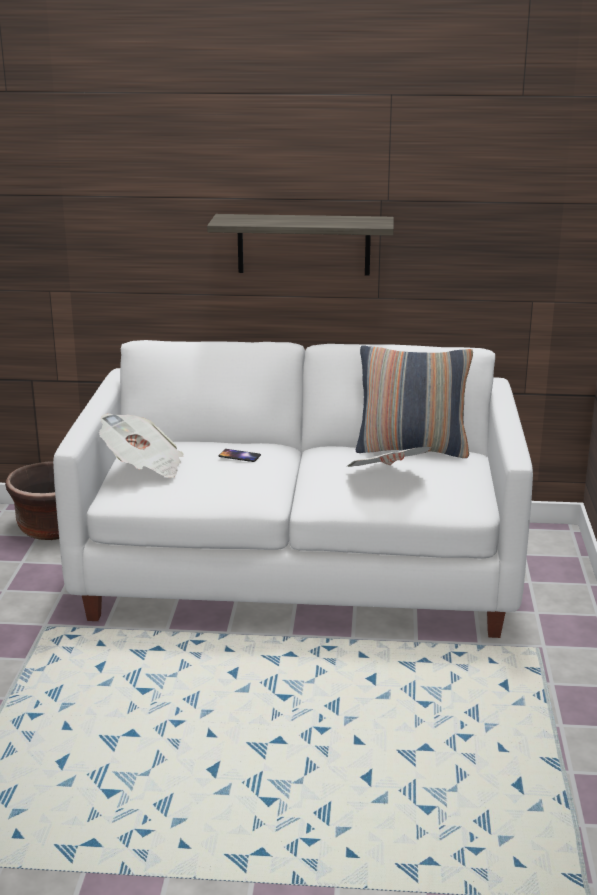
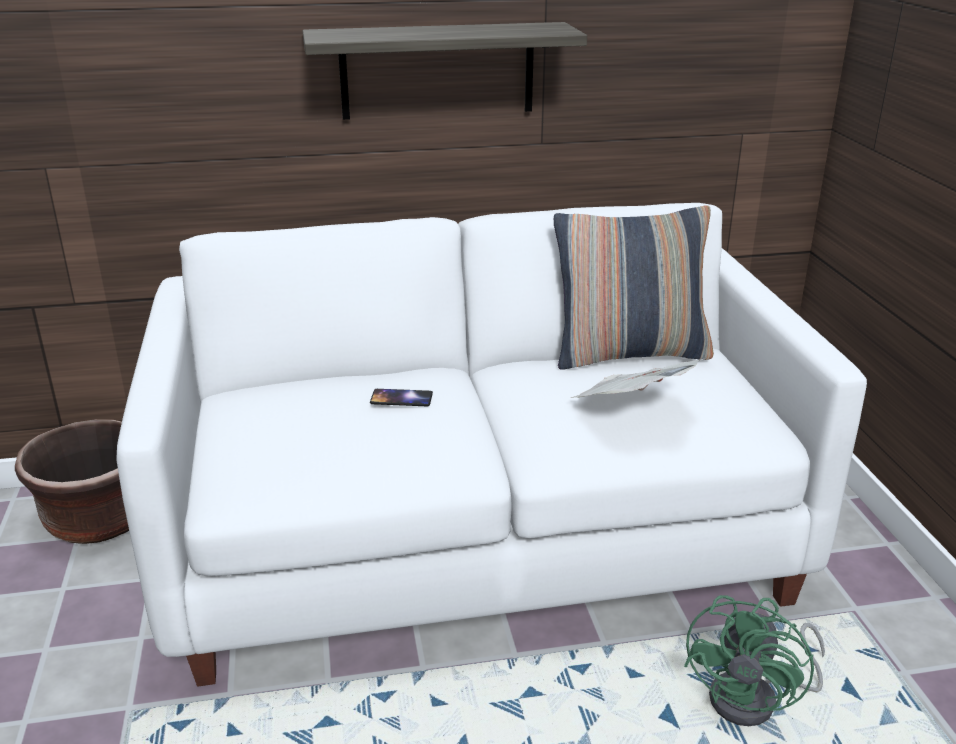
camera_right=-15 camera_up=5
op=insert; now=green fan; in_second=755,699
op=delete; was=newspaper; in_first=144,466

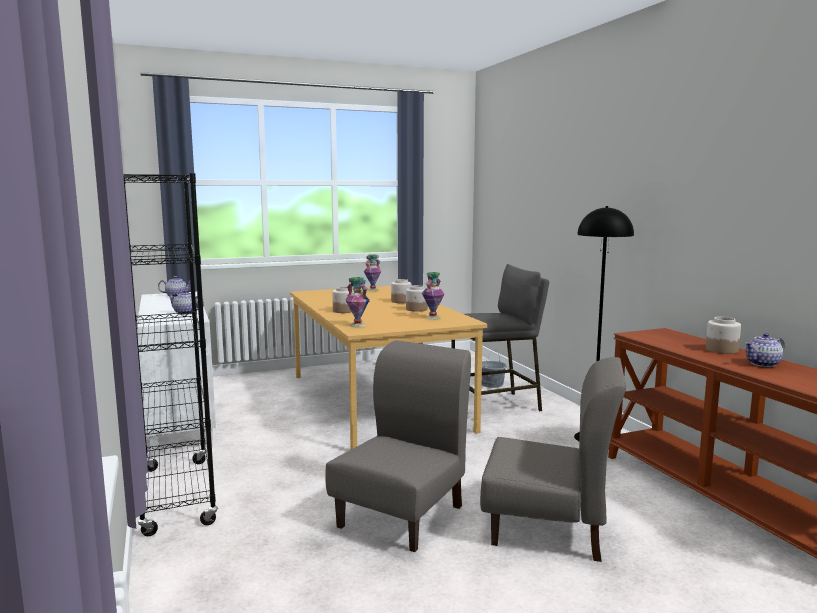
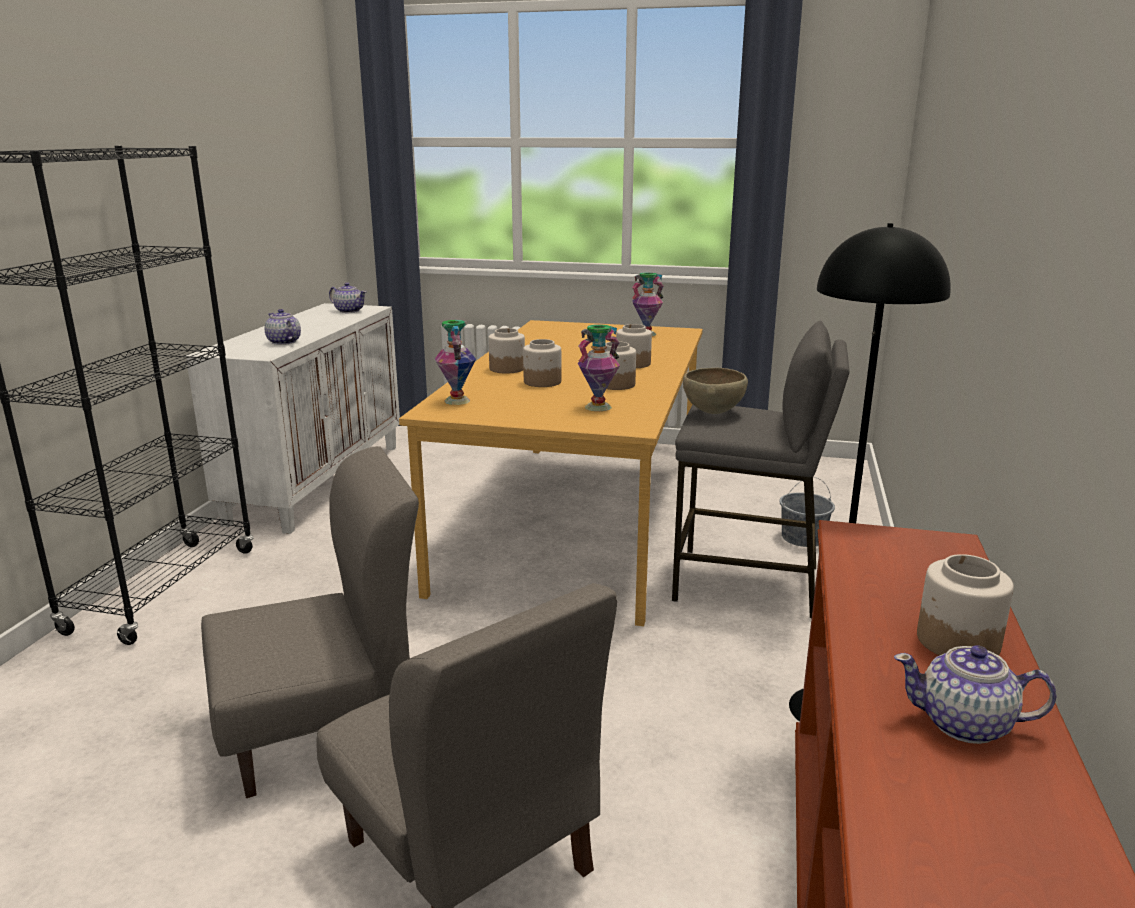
camera_right=35 camera_up=10
op=insert; now=jar; in_second=542,382
op=insert; now=brown bowl; in_second=713,412

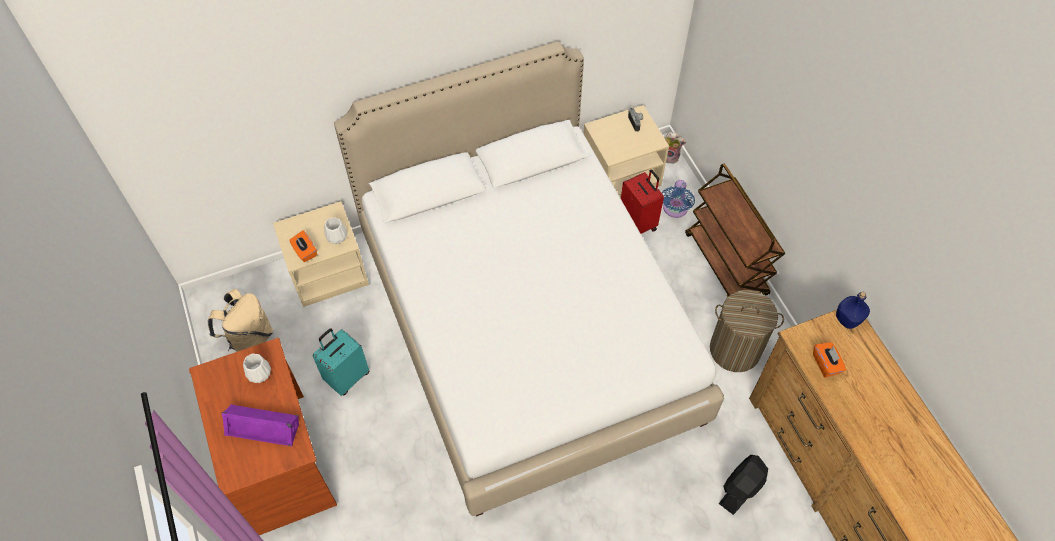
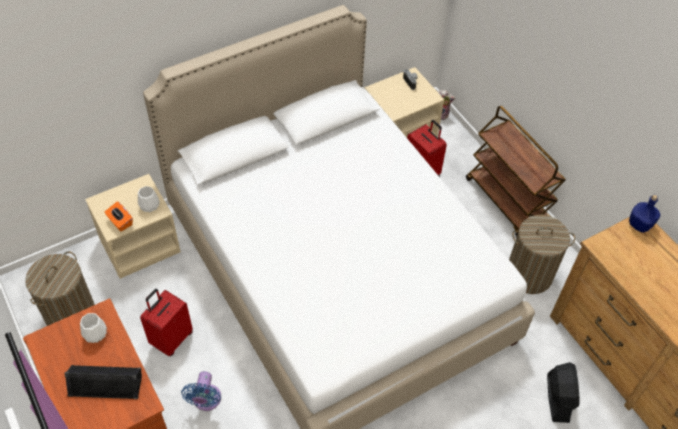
camera_right=-10 camera_up=-5
op=replace; was=beige backpack; now=laundry basket; in_first=250,340; in_second=71,314
op=recolor; was=purple speaker; now=black speaker; in_first=263,426; in_second=106,383
op=recolor; was=turquoise suitcase; now=red suitcase; in_first=347,377; in_second=171,338
op=move; was=blue fan; in_first=674,210; in_second=206,401
op=rotate; was=black fan; in_first=740,489; in_second=558,398; clockwise=150
op=delete; was=orange tissue box; in_first=826,364

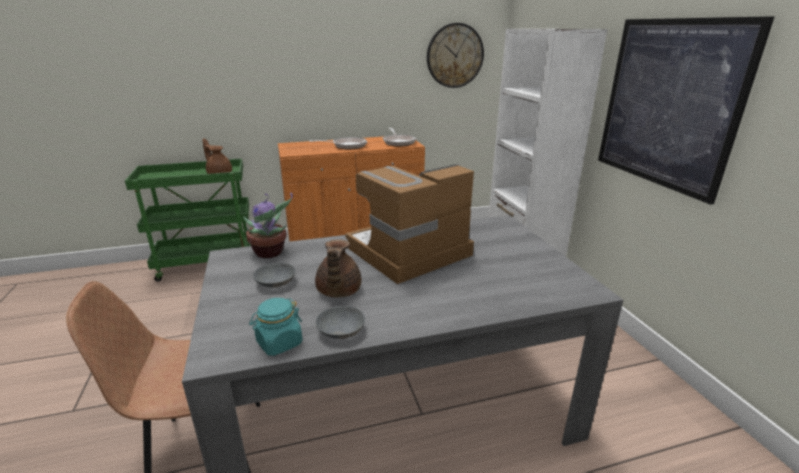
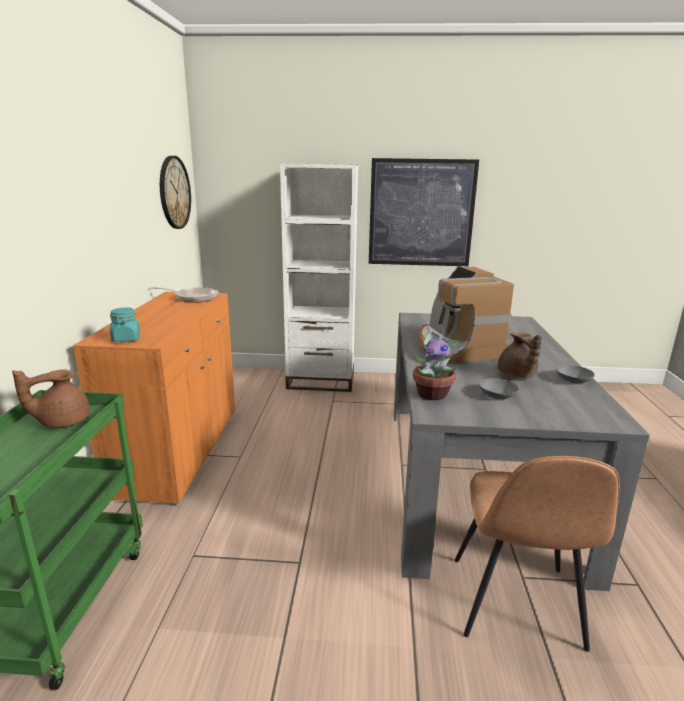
camera_right=-70 camera_up=-5
op=move; was=turquoise jar; in_first=279,343; in_second=126,339
op=rotate; was=brown teapot; in_first=338,291; in_second=516,375; clockwise=60
op=delete; was=frying pan; in_first=346,146

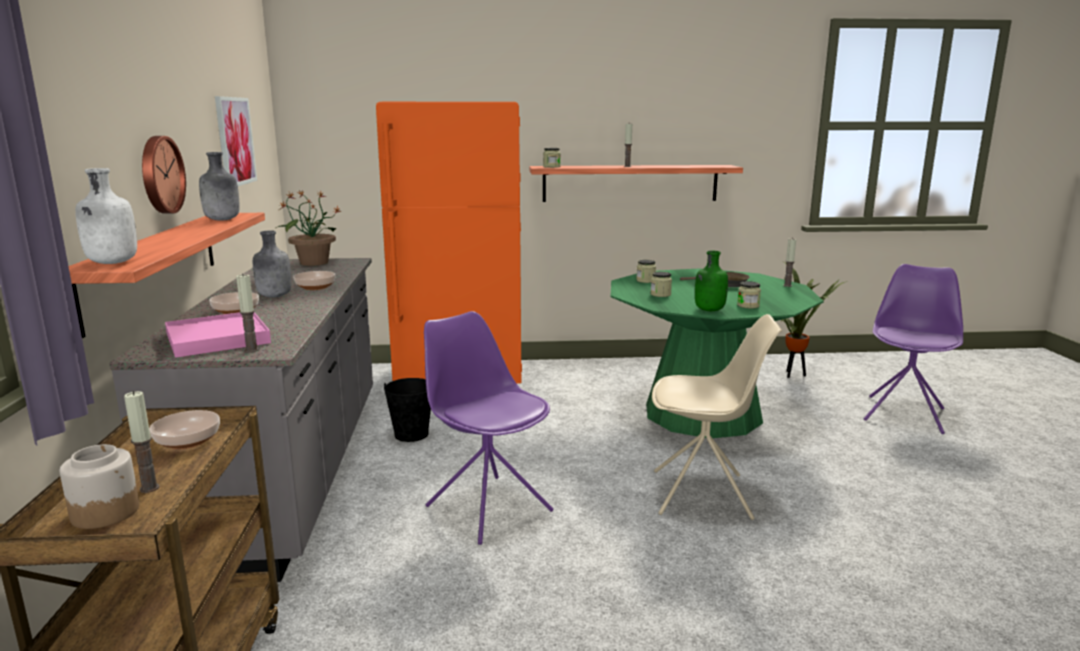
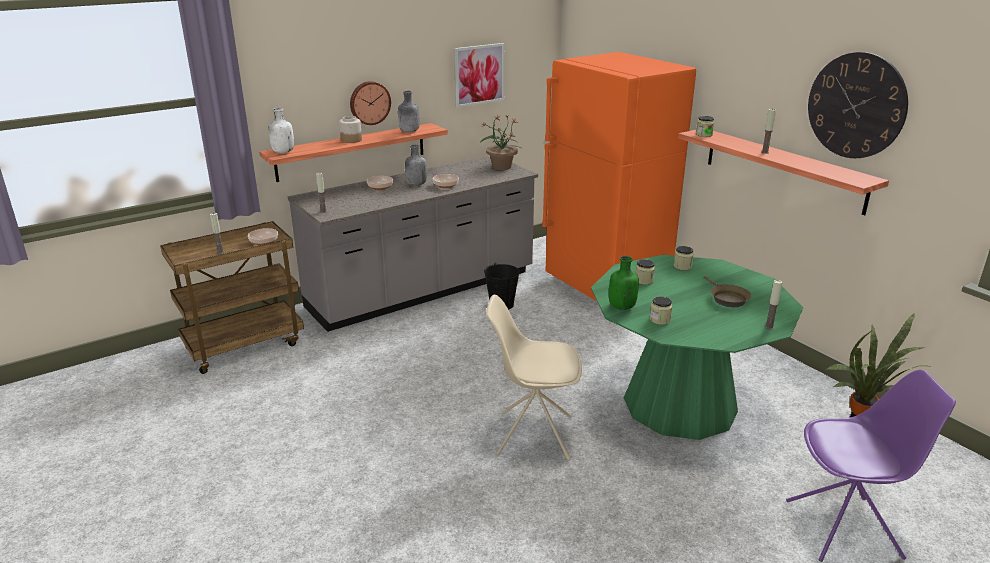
camera_right=60 camera_up=10
op=move; was=jar; in_first=105,512; in_second=351,140
op=rotate; was=beige chair; in_first=703,495; in_second=532,435; clockwise=120
op=insert; now=wall clock; in_second=856,105
op=delete; was=pink tray; in_first=217,338
op=delete; was=purple chair; in_first=487,507

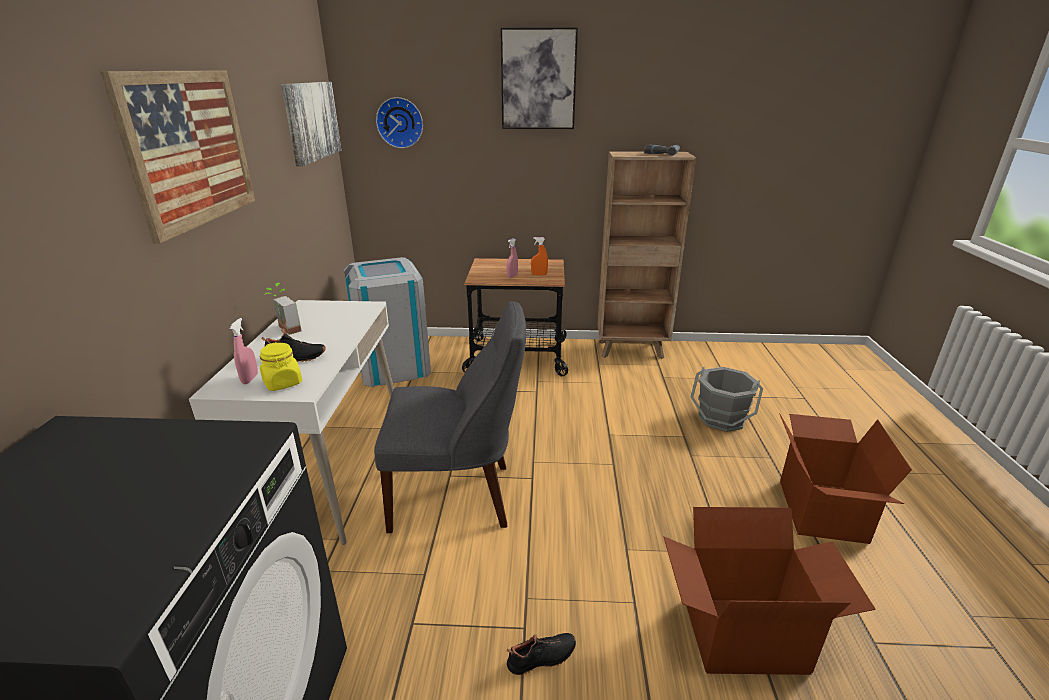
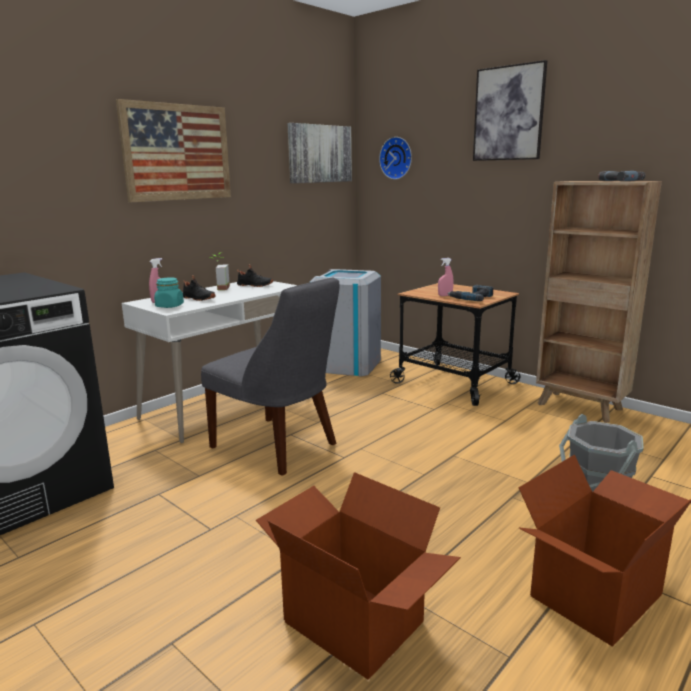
camera_right=40 camera_up=-10
op=recolor; was=yellow jar; now=turquoise jar; in_first=283,383; in_second=169,306
op=move; was=black shoe; in_first=542,659; in_second=254,285
op=replace; was=orange spray bottle; now=power drill; in_first=539,274; in_second=471,298

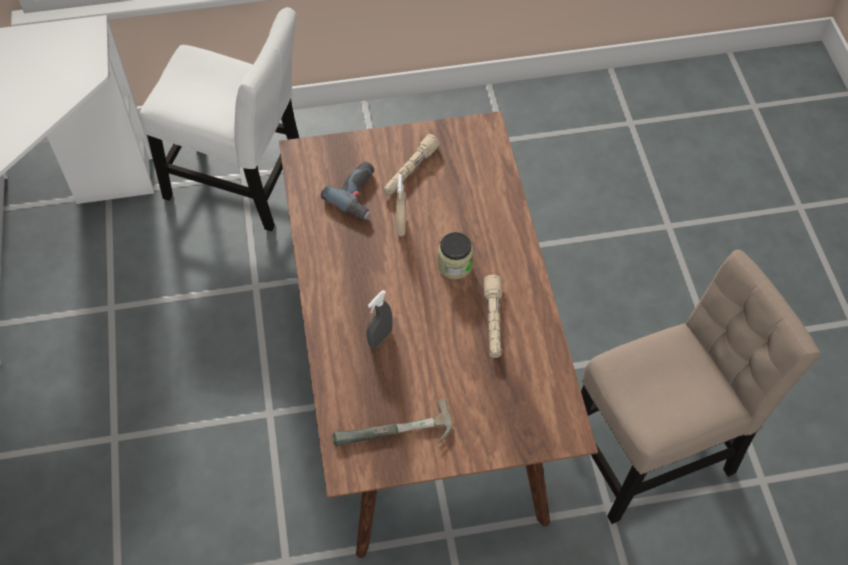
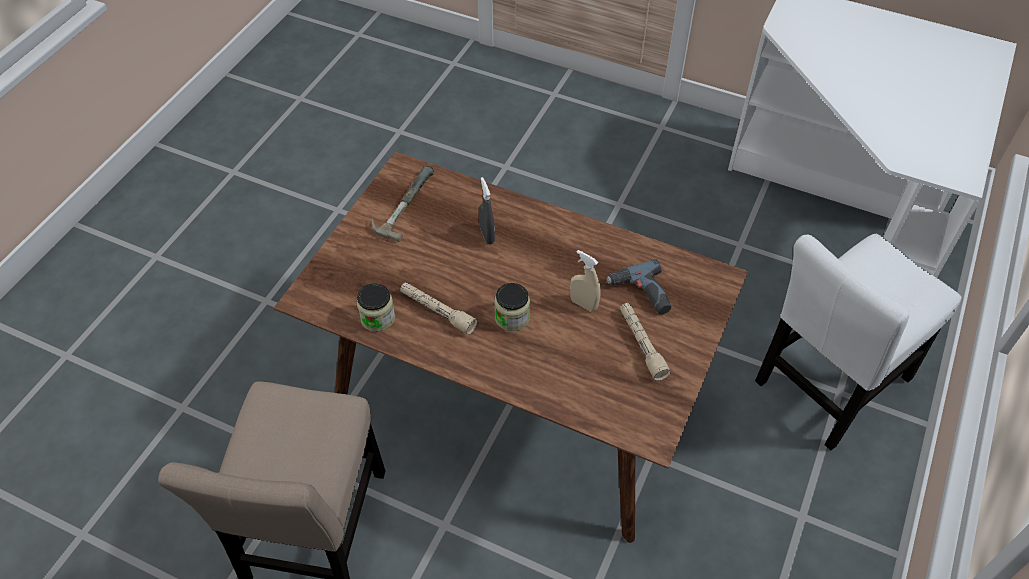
camera_right=125 camera_up=-5
op=insert; now=jar; in_second=377,318

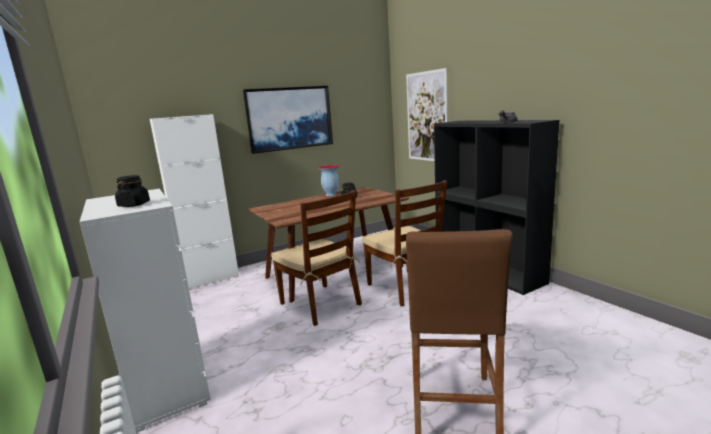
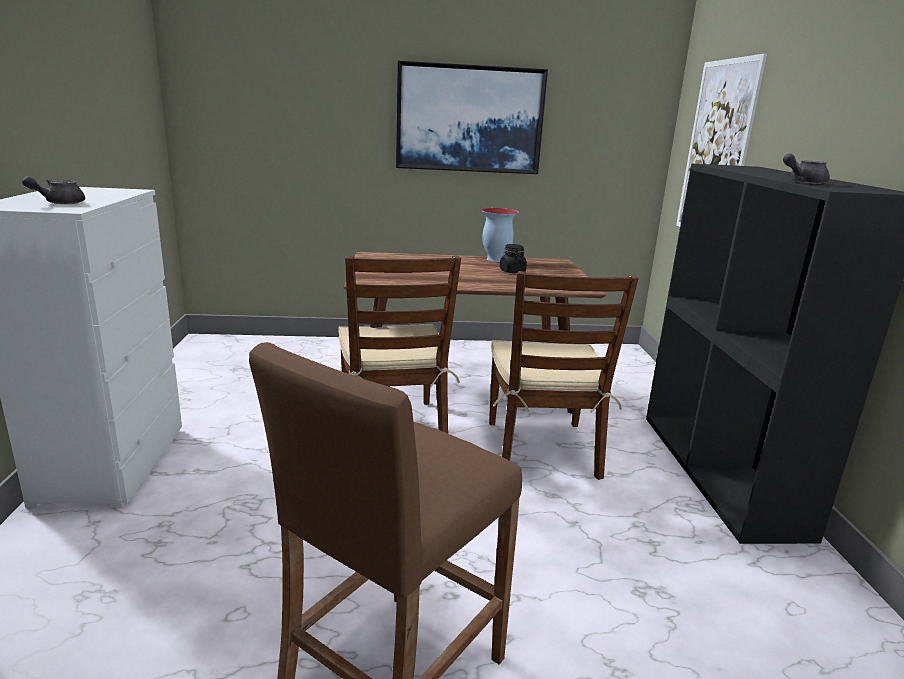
camera_right=25 camera_up=5
op=replace; was=black jar; now=grey teapot; in_first=134,205; in_second=59,203
op=delete; was=white cabinet; in_first=211,279

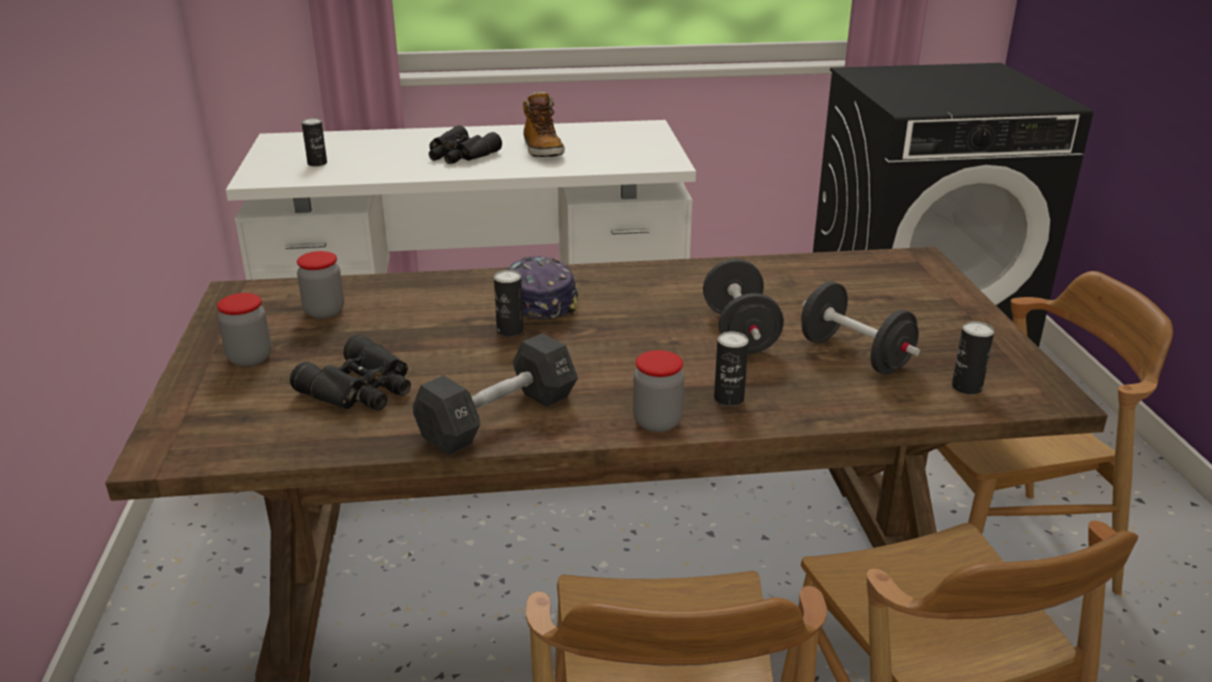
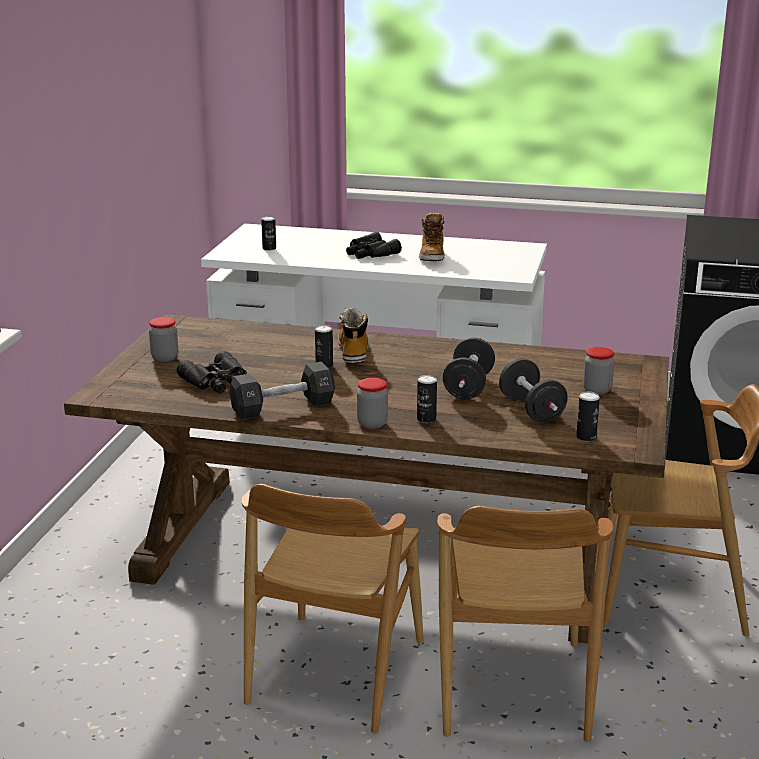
camera_right=20 camera_up=-5
op=replace; was=cap; now=boot; in_first=536,301; in_second=353,352
op=move; was=jar; in_first=324,312; in_second=597,390

